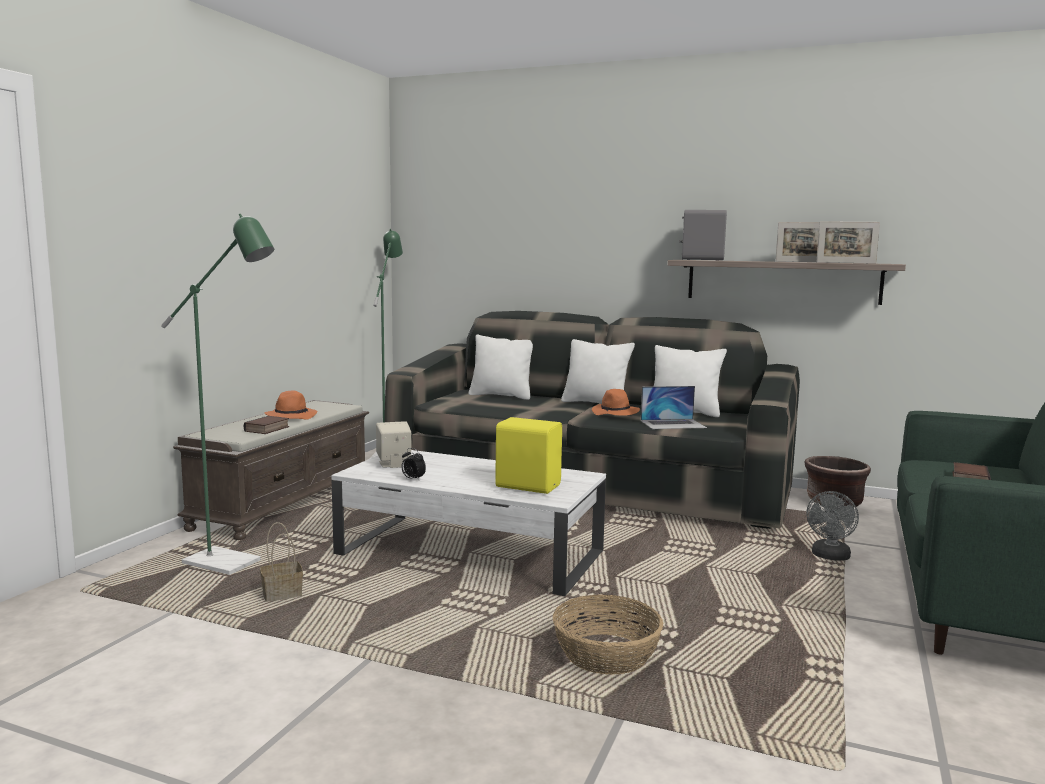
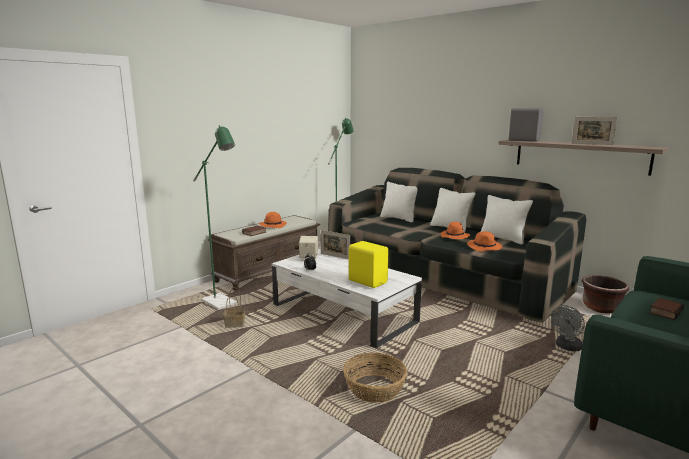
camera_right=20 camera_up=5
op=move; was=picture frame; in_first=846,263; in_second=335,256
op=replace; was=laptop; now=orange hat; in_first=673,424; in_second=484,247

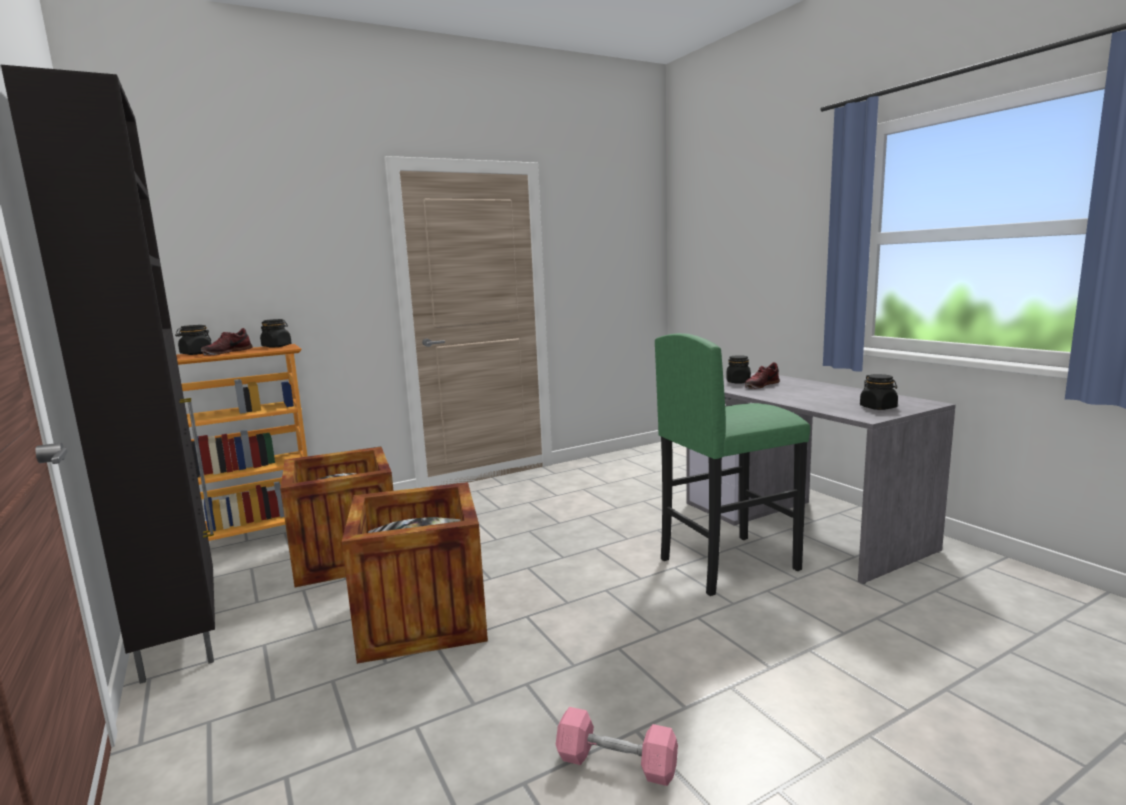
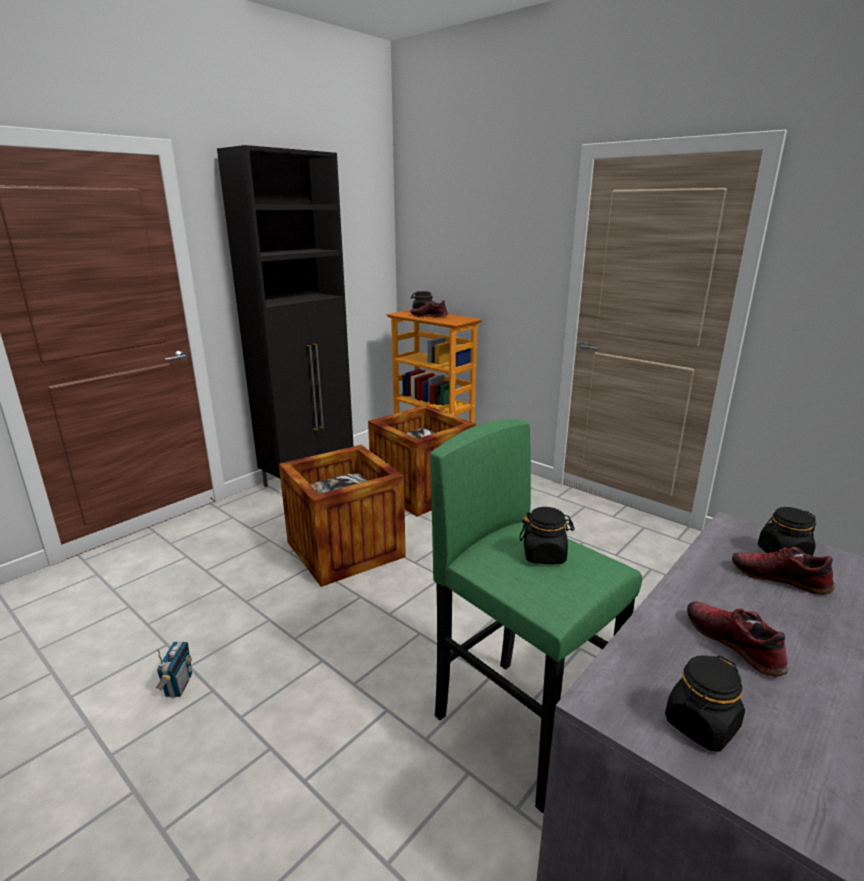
camera_right=70 camera_up=10
op=replace; was=pink dumbbell; now=radio; in_first=616,763; in_second=178,685
op=move; was=black jar; in_first=277,346; in_second=544,555
op=insert; now=shoe; in_second=735,643

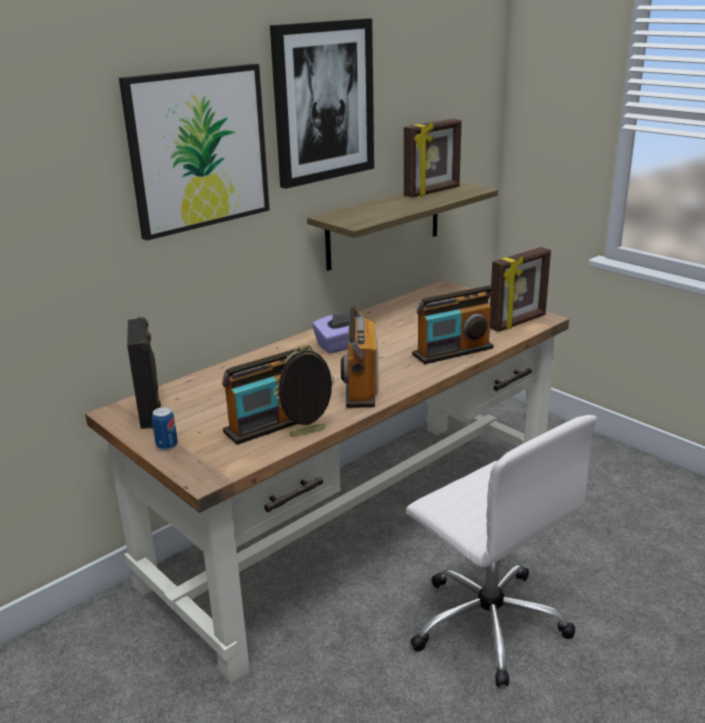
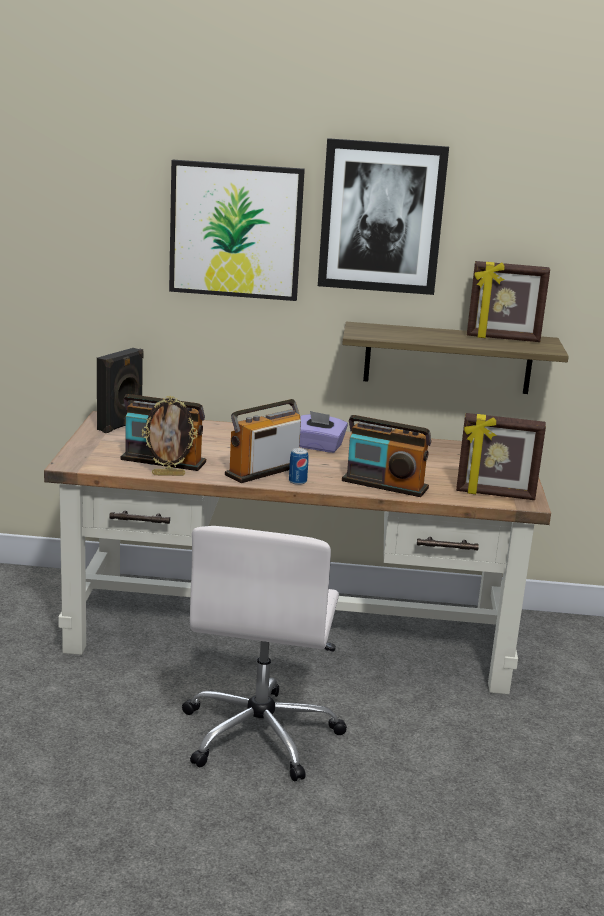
camera_right=45 camera_up=-5
op=rotate; was=picture frame; in_first=308,433; in_second=168,474; clockwise=150
op=move; was=can; in_first=167,445; in_second=297,481

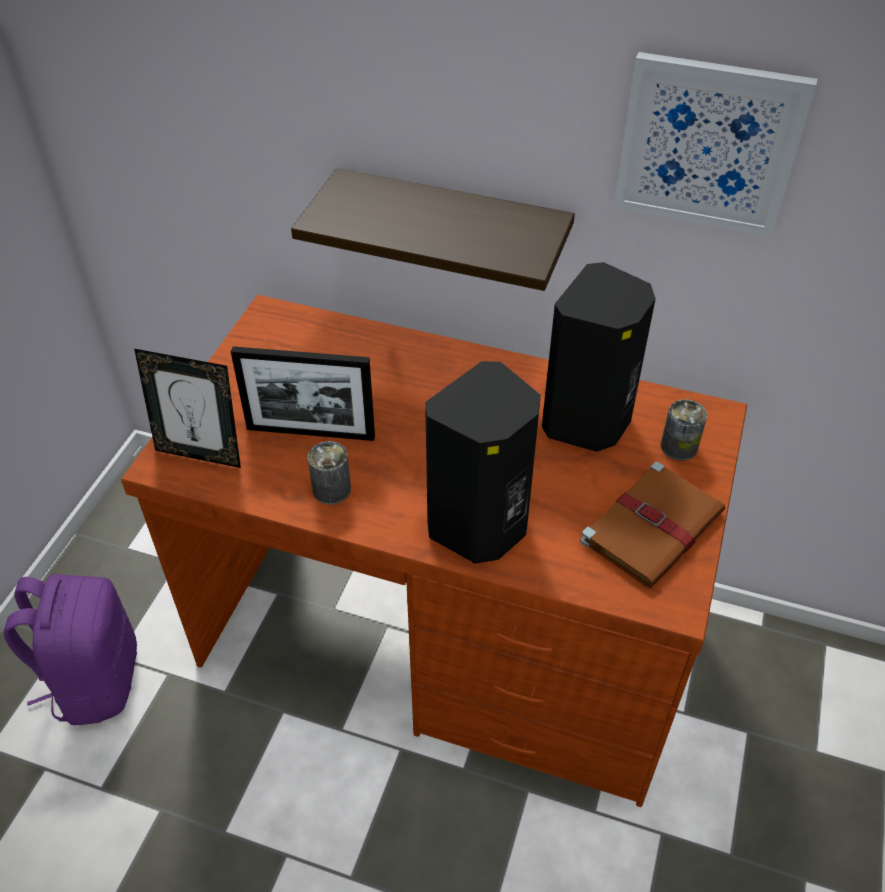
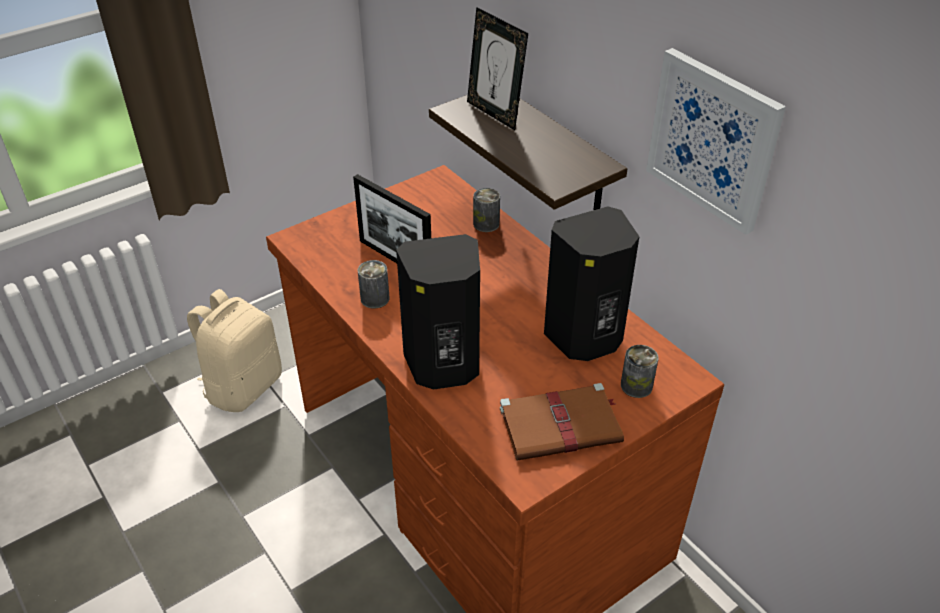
camera_right=35 camera_up=-5
op=recolor; was=purple backpack; now=beige backpack; in_first=95,680; in_second=243,386
op=move; was=picture frame; in_first=200,453; in_second=495,113
op=insert; now=can; in_second=486,224

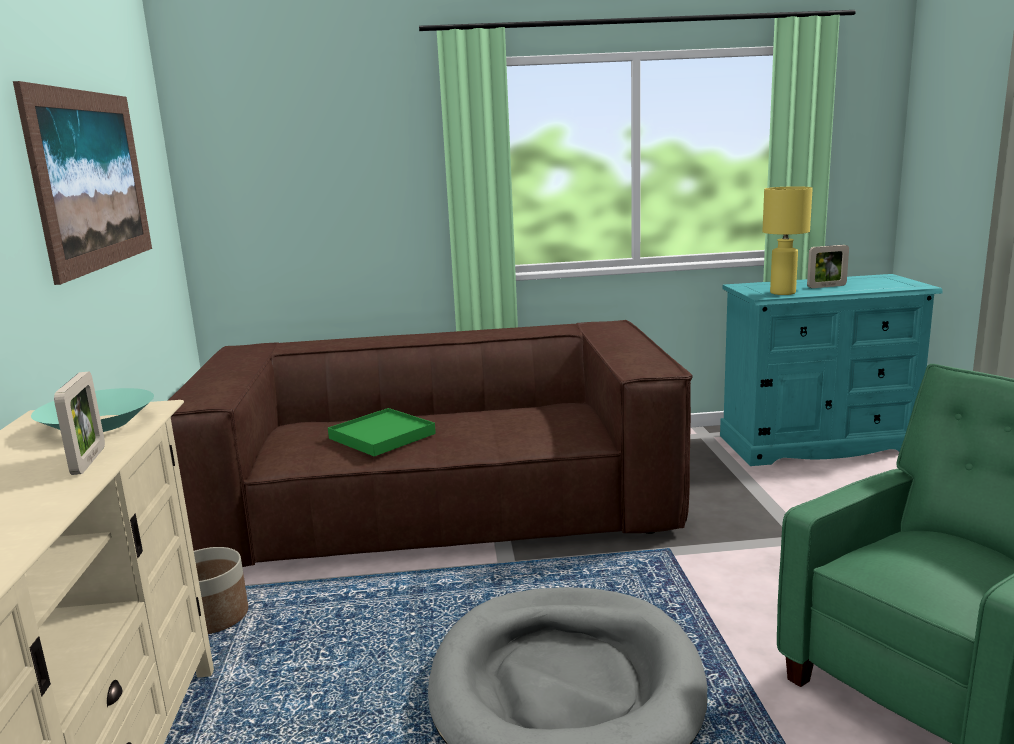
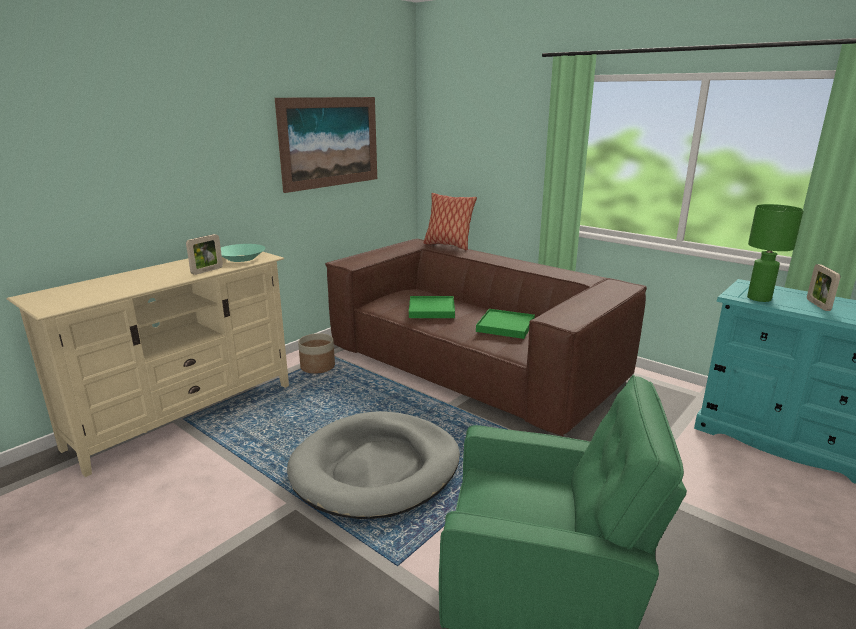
camera_right=45 camera_up=5
op=insert; now=pillow; in_second=448,245
op=insert; now=green tray; in_second=505,326
op=recolor; was=yellow table lamp; now=green table lamp; in_first=783,293; in_second=759,298
op=rotate; was=picture frame; in_first=826,286; in_second=818,305; clockwise=60

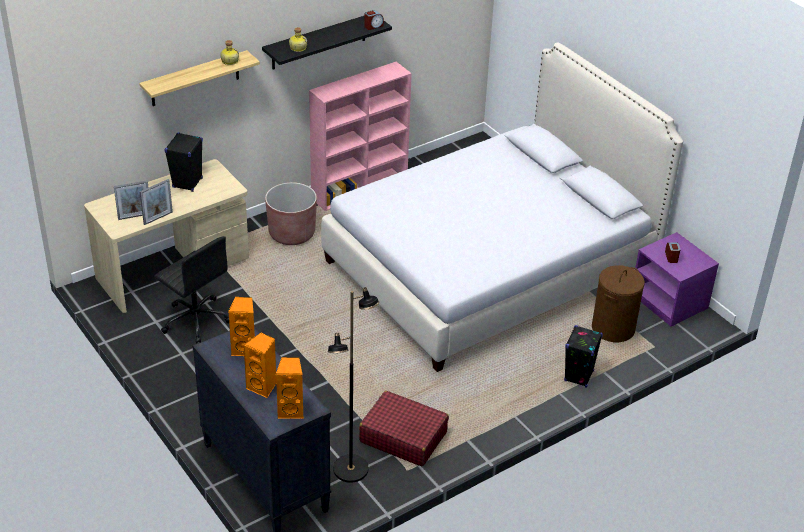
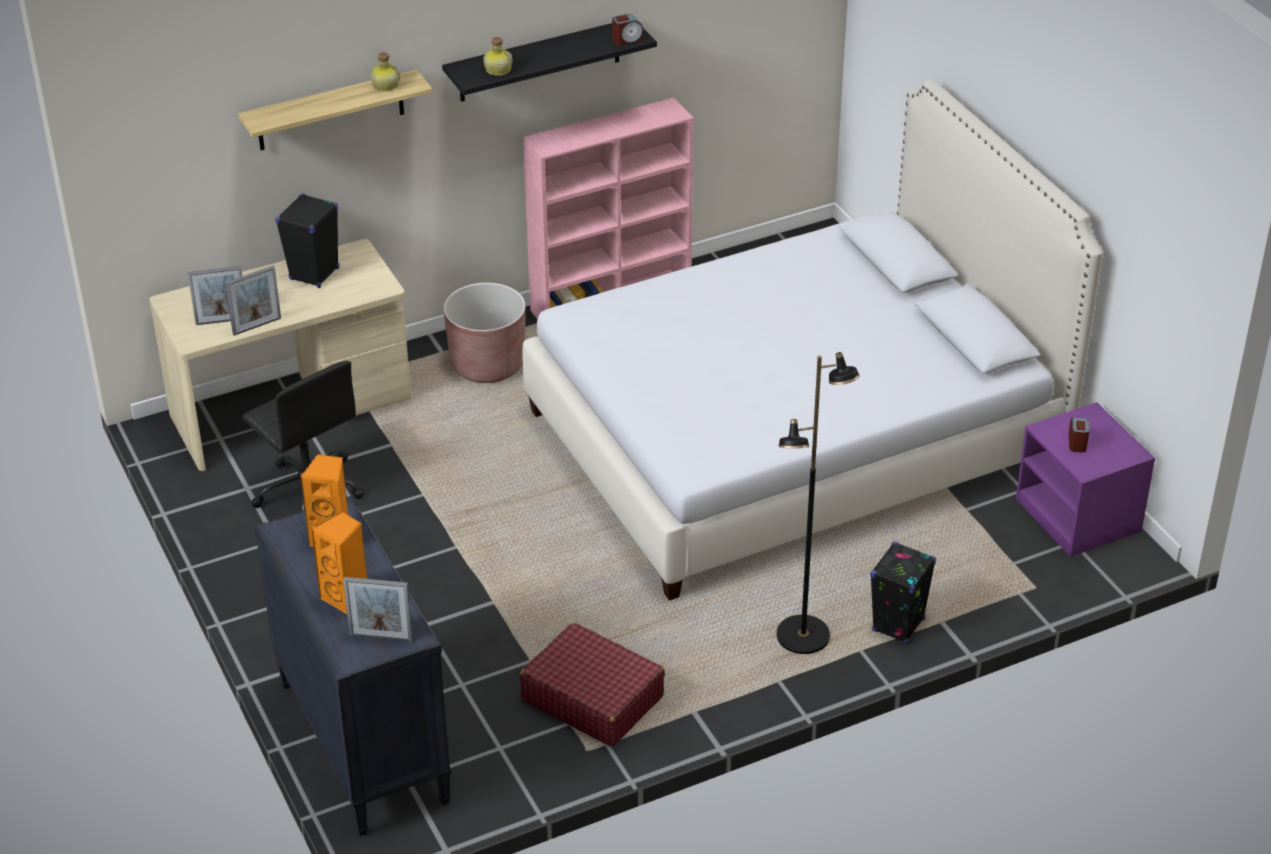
camera_right=10 camera_up=0
op=replace; was=orange speaker; now=picture frame; in_first=291,410; in_second=381,637
op=move; was=black floor lamp; in_first=351,469; in_second=803,637
op=delete; was=brown laundry basket; in_first=613,328

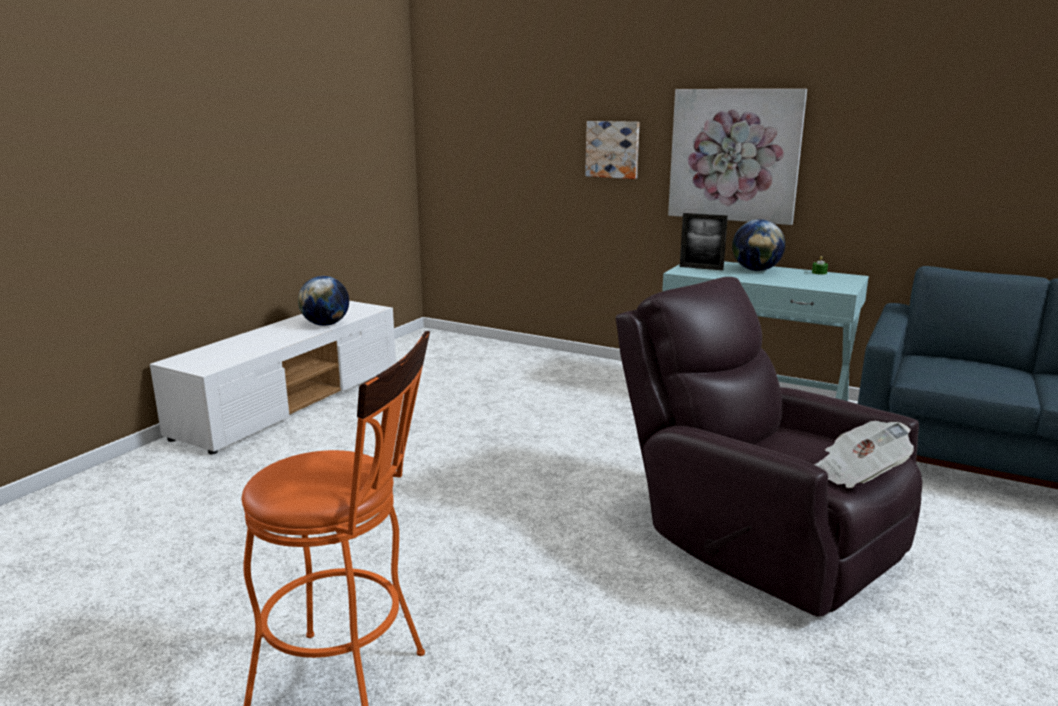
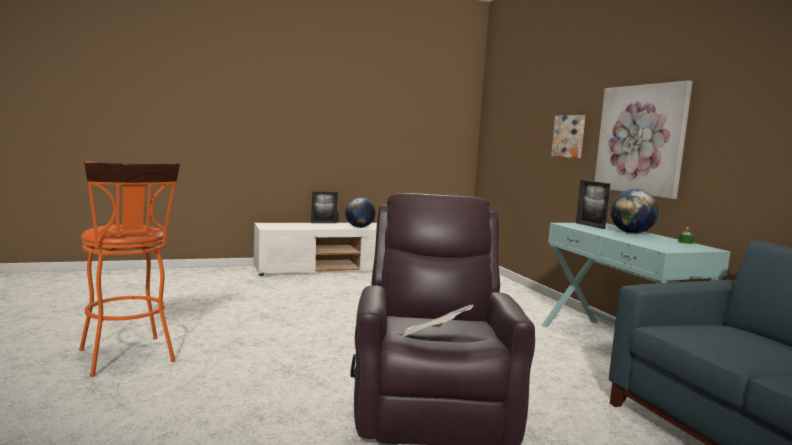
camera_right=40 camera_up=-10
op=insert; now=picture frame; in_second=323,223

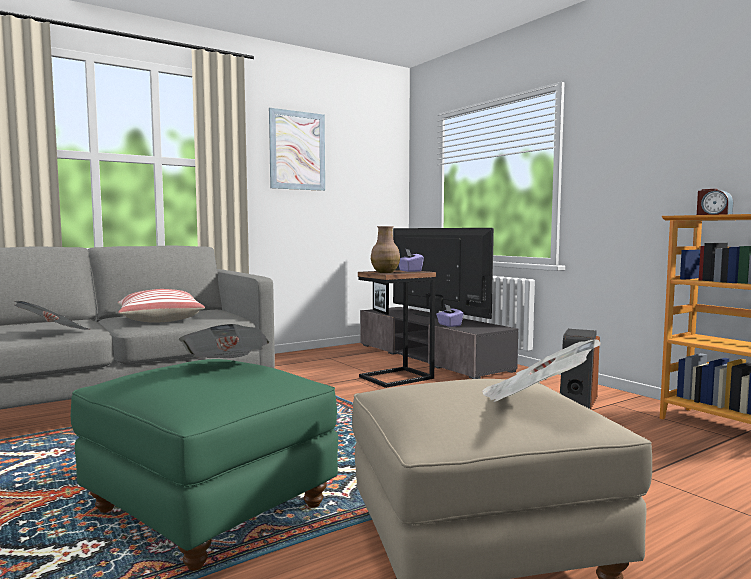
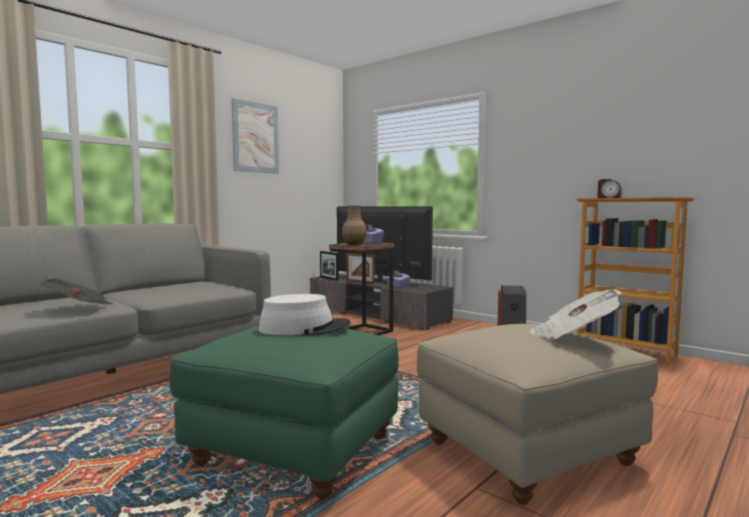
camera_right=-15 camera_up=0
op=replace; was=newspaper; now=white hat; in_first=226,367; in_second=304,328
op=insert; now=picture frame; in_second=360,282
op=delete; was=pillow; in_first=159,320

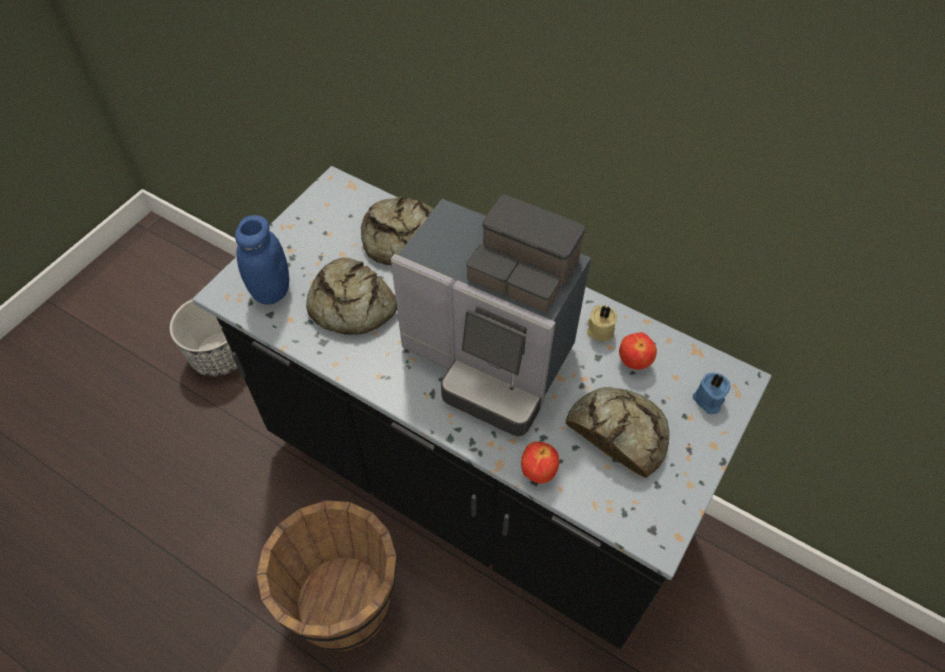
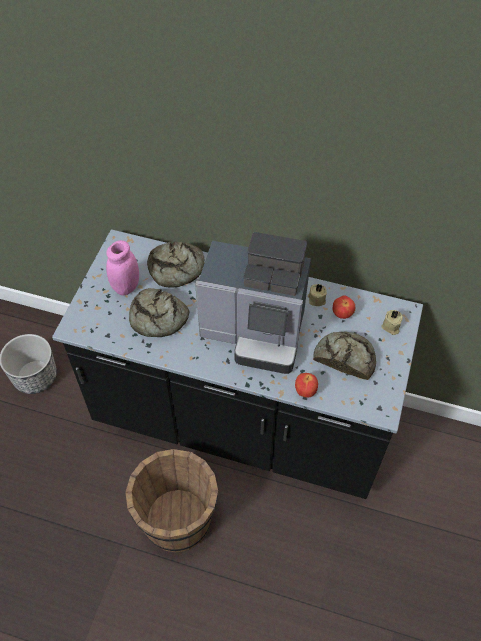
camera_right=-15 camera_up=0
op=insert; now=pink jar; in_second=126,286
op=recolor; was=blue candle; now=beige candle; in_first=708,400; in_second=391,327
op=delete; was=blue jar; in_first=271,290

